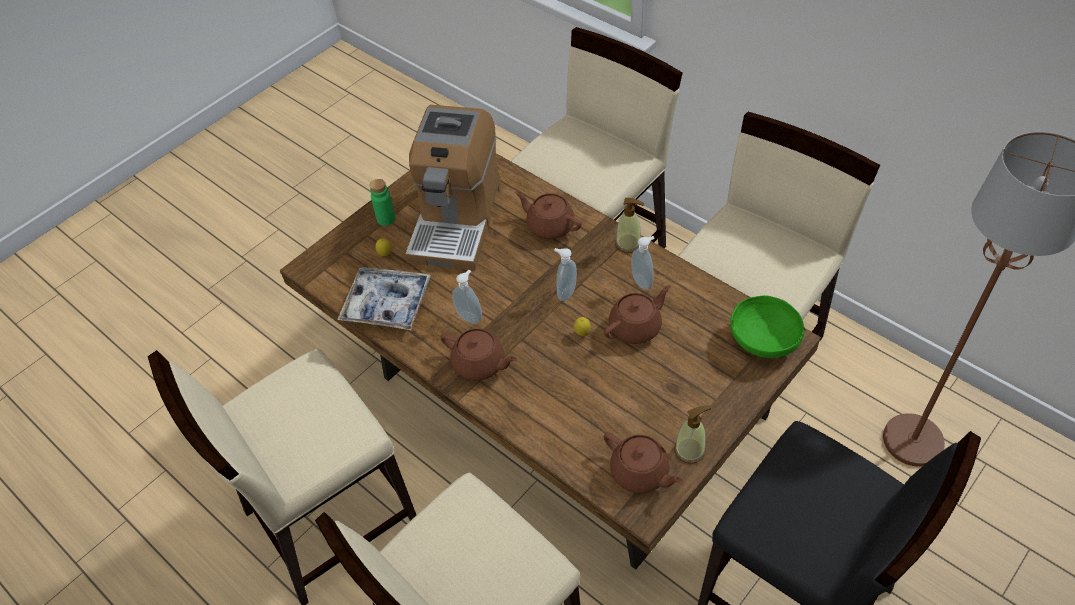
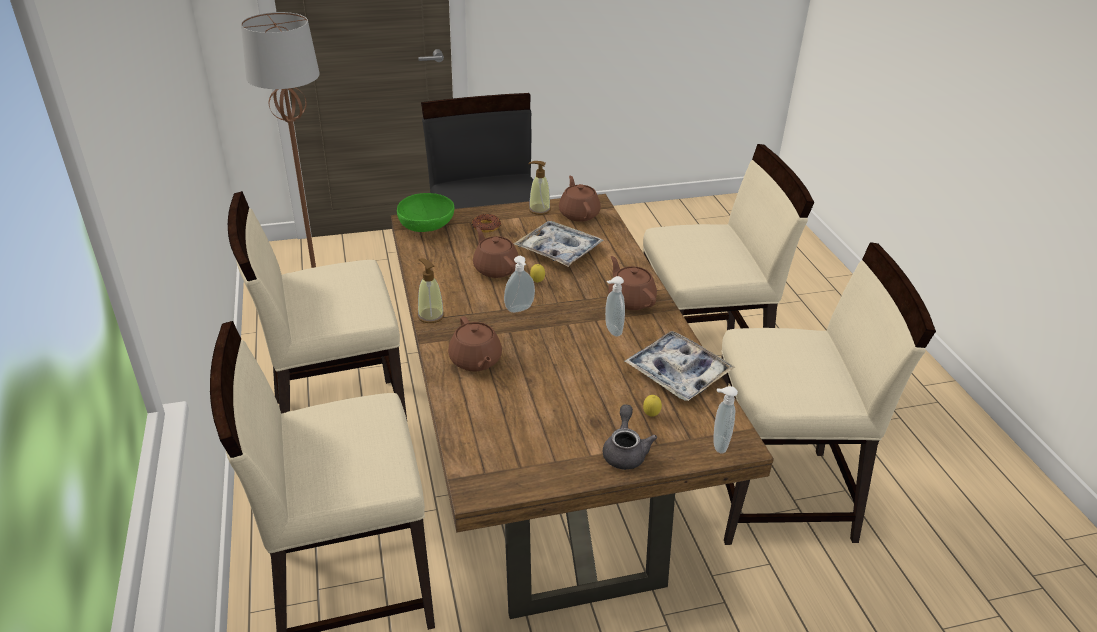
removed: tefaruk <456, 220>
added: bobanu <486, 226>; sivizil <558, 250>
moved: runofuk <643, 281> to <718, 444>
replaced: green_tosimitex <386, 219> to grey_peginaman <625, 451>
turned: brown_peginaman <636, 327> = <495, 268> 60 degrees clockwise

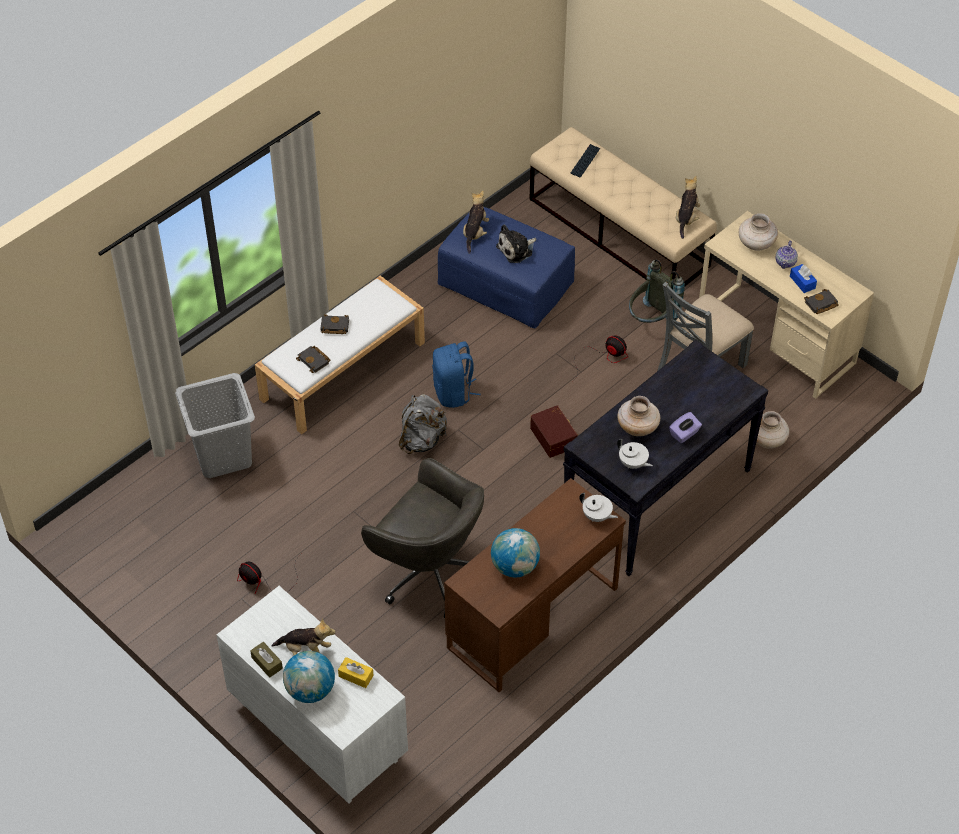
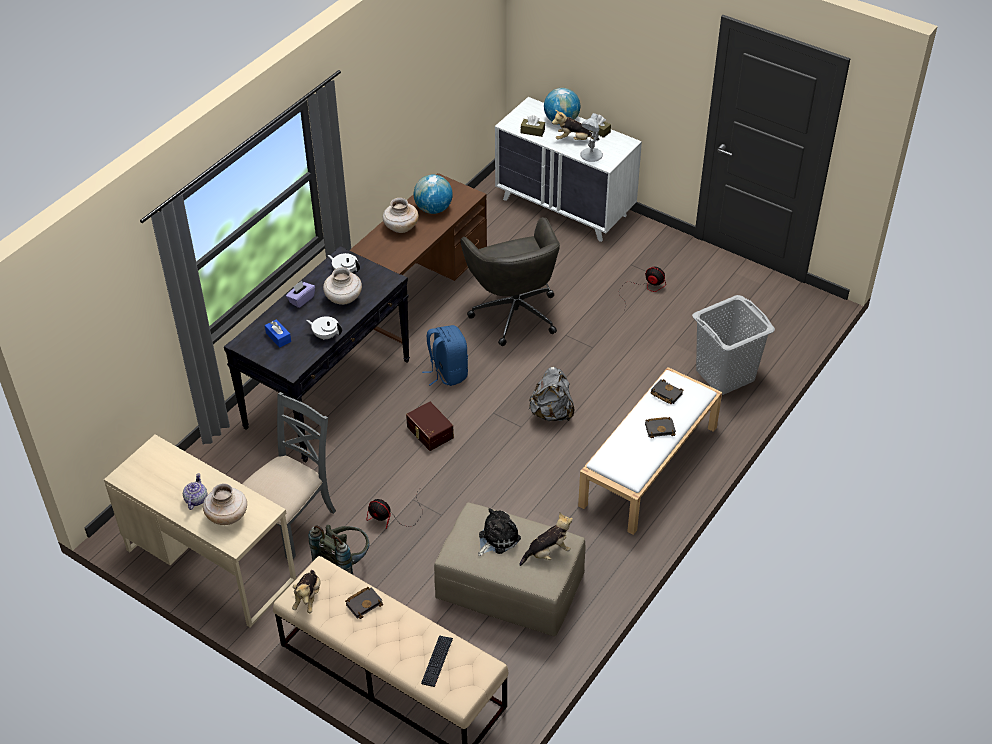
added: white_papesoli <591, 155>
moved: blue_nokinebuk <802, 282> to <278, 337>; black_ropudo <820, 304> to <364, 603>; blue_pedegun <453, 393> to <447, 373>; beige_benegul <767, 440> to <401, 228>; white_peginaman <597, 516> to <326, 335>
recoloured: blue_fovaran <506, 284> to beige_fovaran <510, 586>; yellow_nokinebuk <356, 676> to brown_nokinebuk <532, 131>
turned: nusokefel <475, 233> = <548, 553> 120 degrees counterclockwise; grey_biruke <429, 572> = <514, 312> 135 degrees counterclockwise

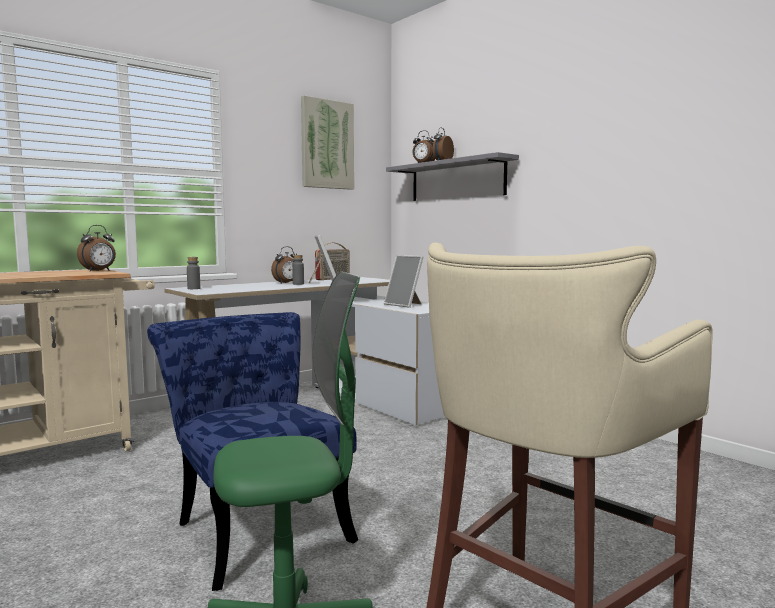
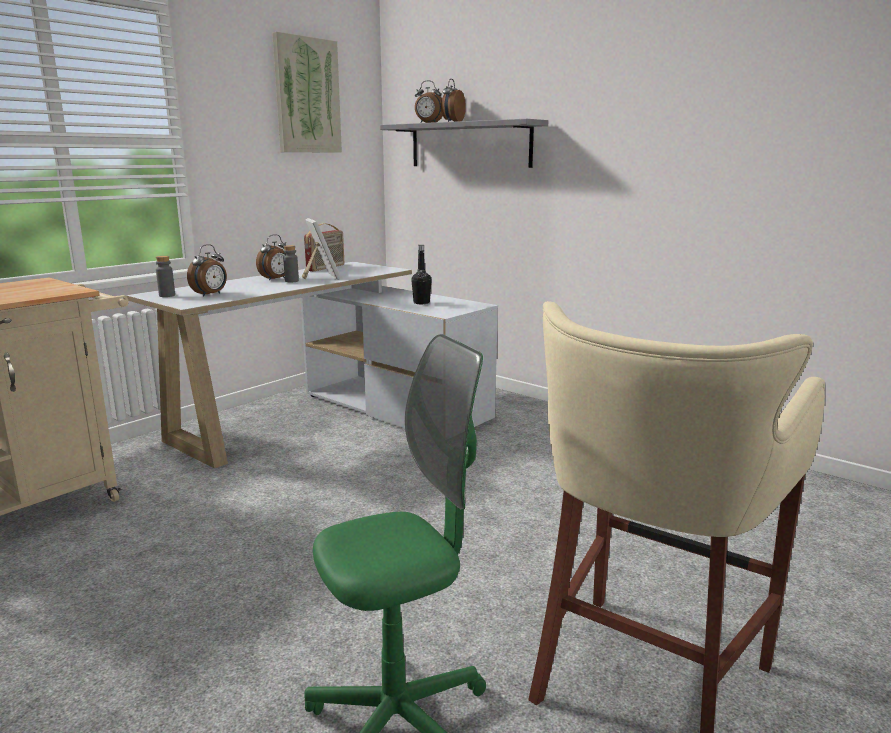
removed: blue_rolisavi <256, 527>
moved: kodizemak <99, 271> to <210, 294>
replaced: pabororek <405, 305> to black_tosimitex <421, 303>

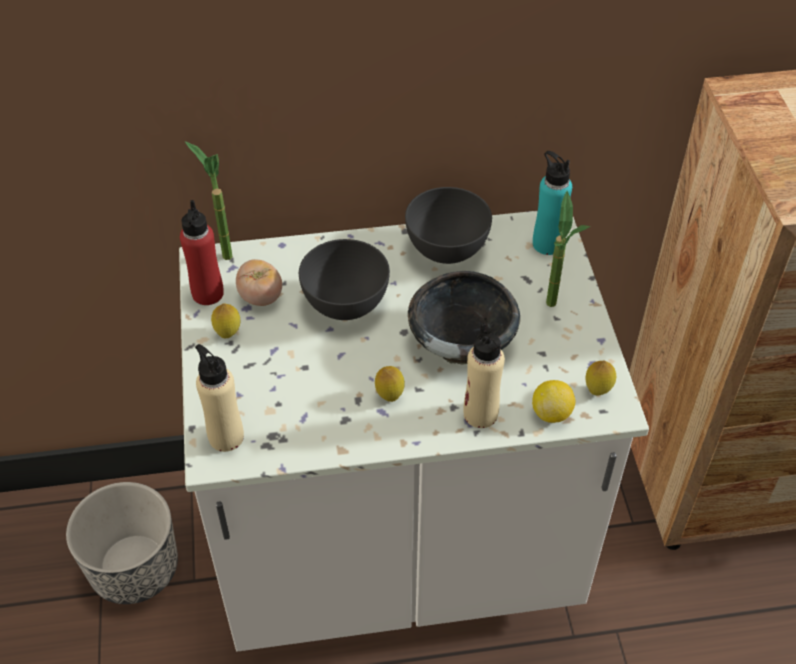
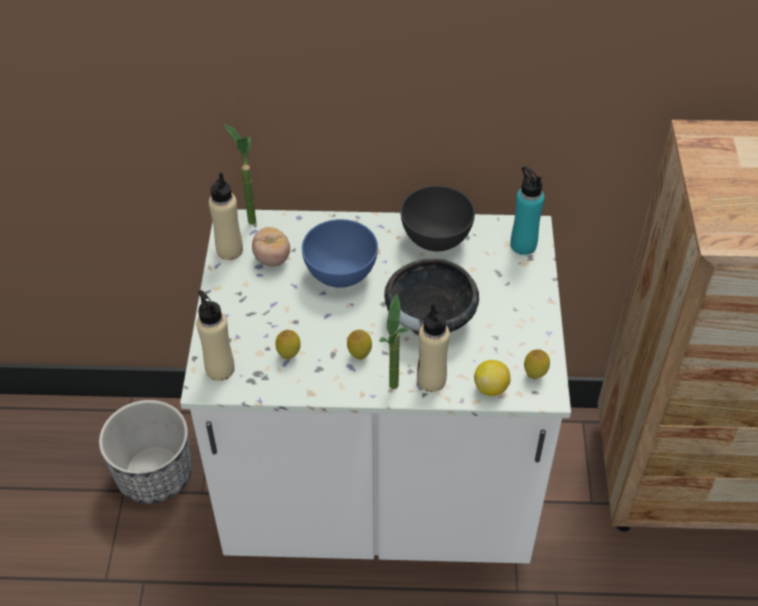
moved: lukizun <555, 311> to <395, 393>; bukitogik <228, 333> to <289, 355>
recoloured: red_tosimitex <207, 293> to beige_tosimitex <229, 250>; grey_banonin <345, 304> to blue_banonin <340, 274>

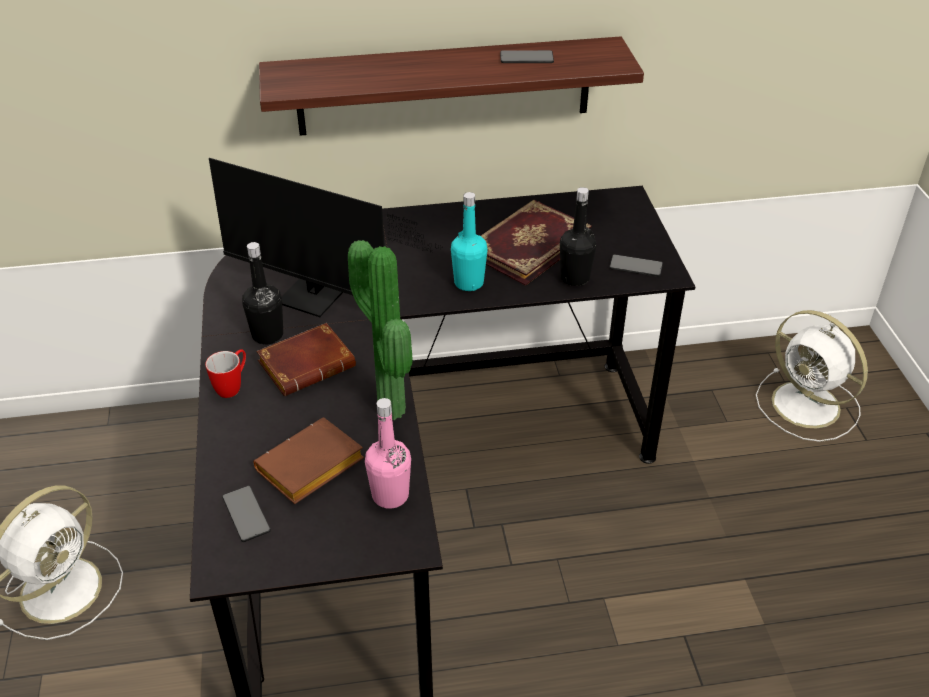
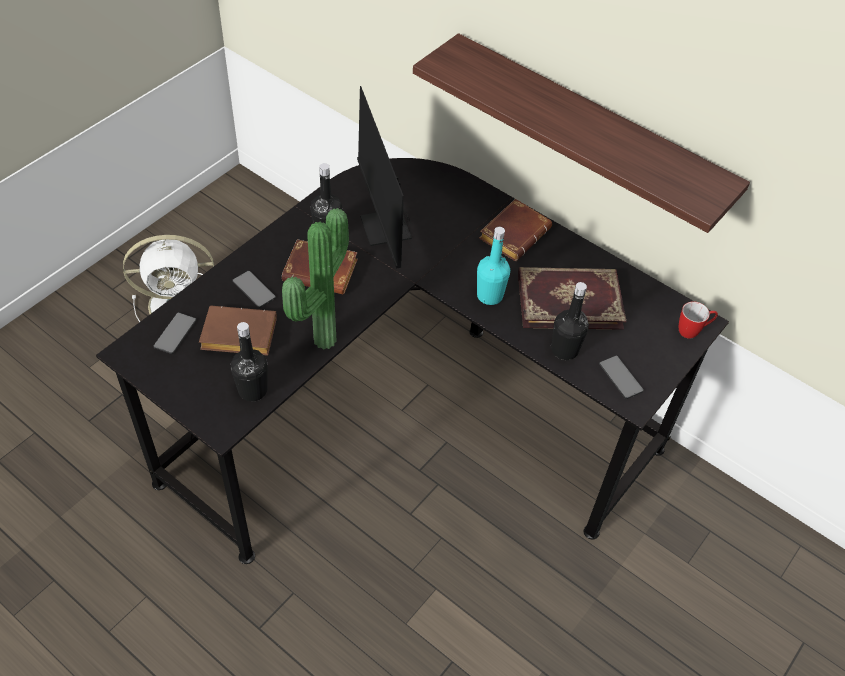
removed: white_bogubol <808, 406>
added: brown_ropudo <514, 233>
moved: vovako <526, 58> to <254, 290>; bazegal <233, 386> to <693, 331>
recoloured: pink_tosimitex <390, 495> to black_tosimitex <253, 390>

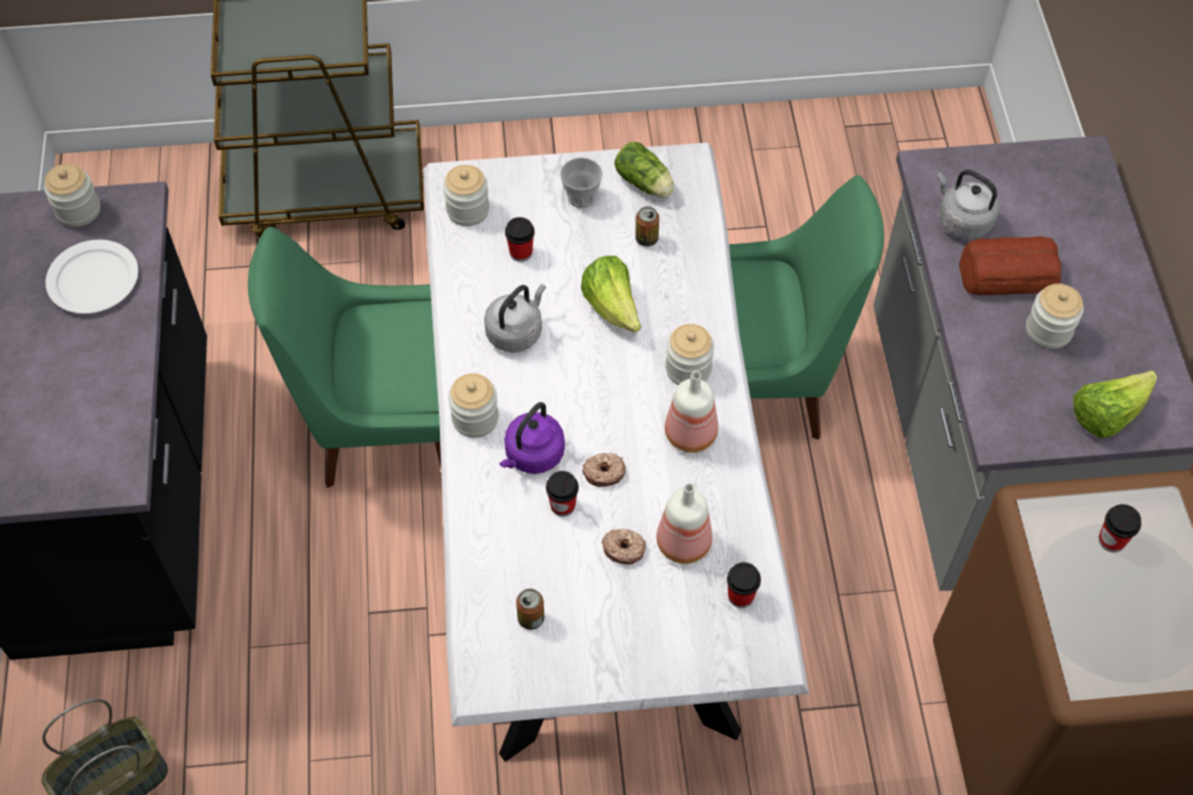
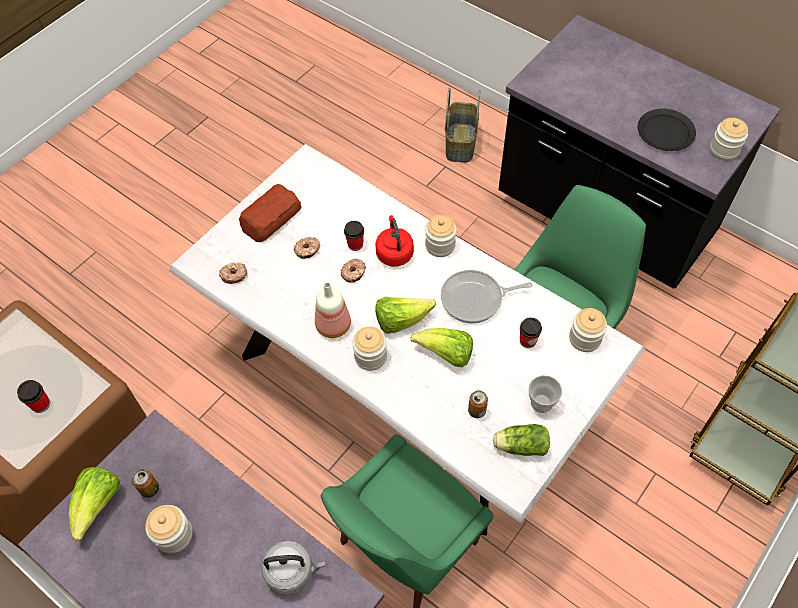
removed: tosimitex <685, 544>
added: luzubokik <401, 321>
moved: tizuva <1006, 274> to <272, 218>; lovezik <531, 618> to <149, 489>
replaced: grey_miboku <516, 331> to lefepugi <475, 299>; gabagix <740, 596> to bobanu <234, 275>
recoloured: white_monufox <93, 280> to black_monufox <665, 132>; purple_miboku <532, 456> to red_miboku <394, 252>

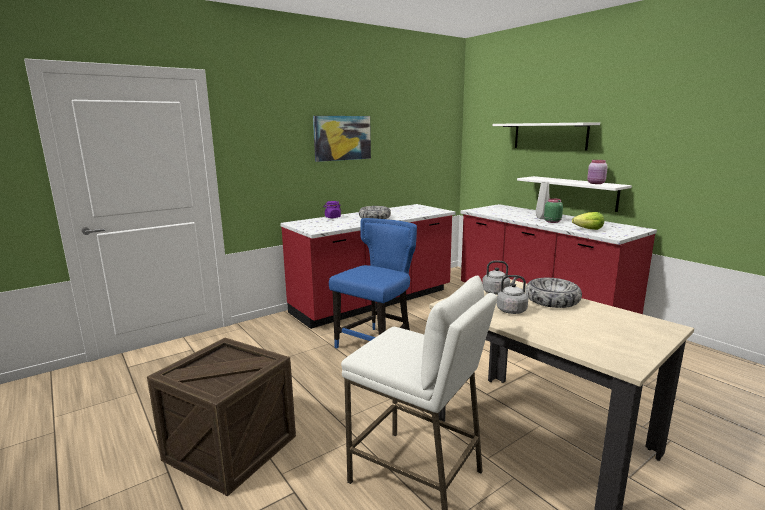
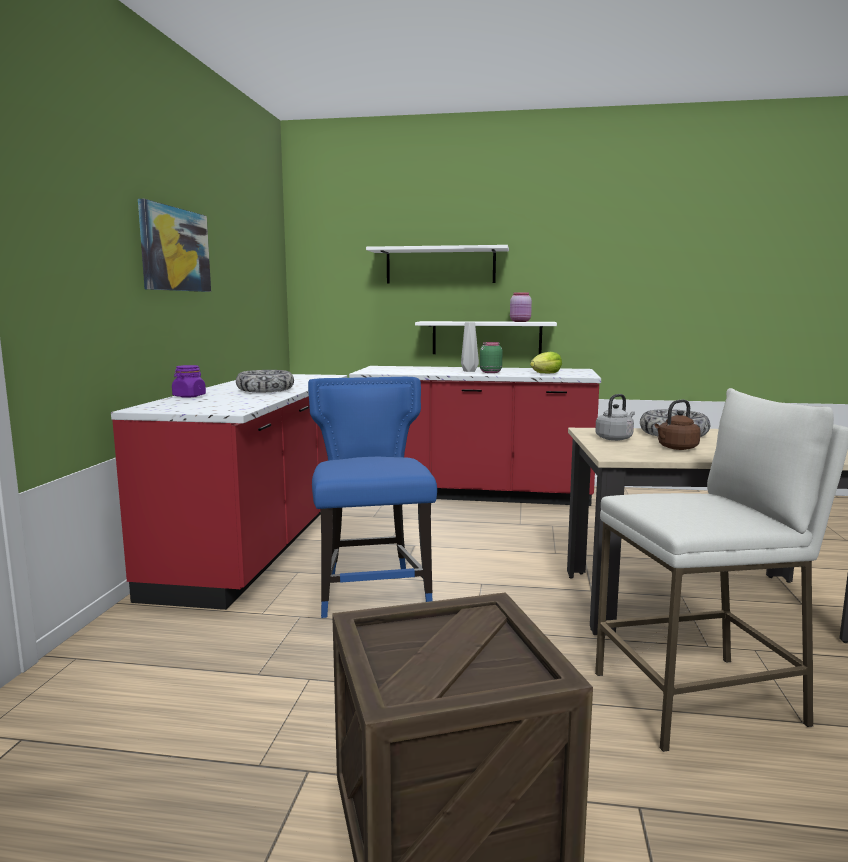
recoloured: grey_miboku <509, 310> to brown_miboku <676, 448>

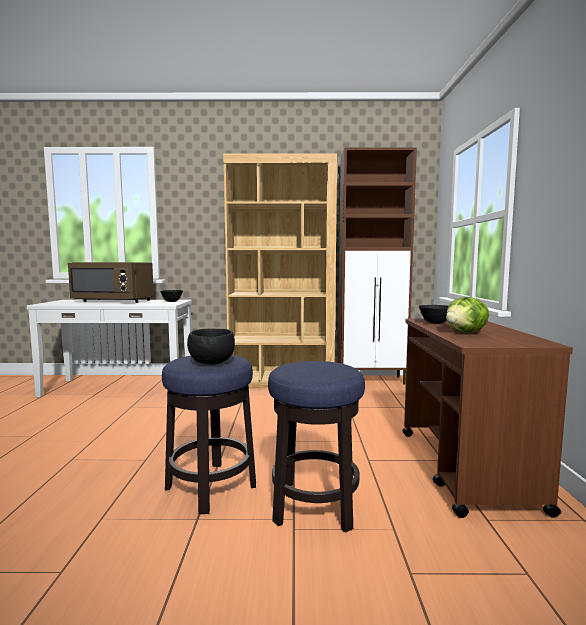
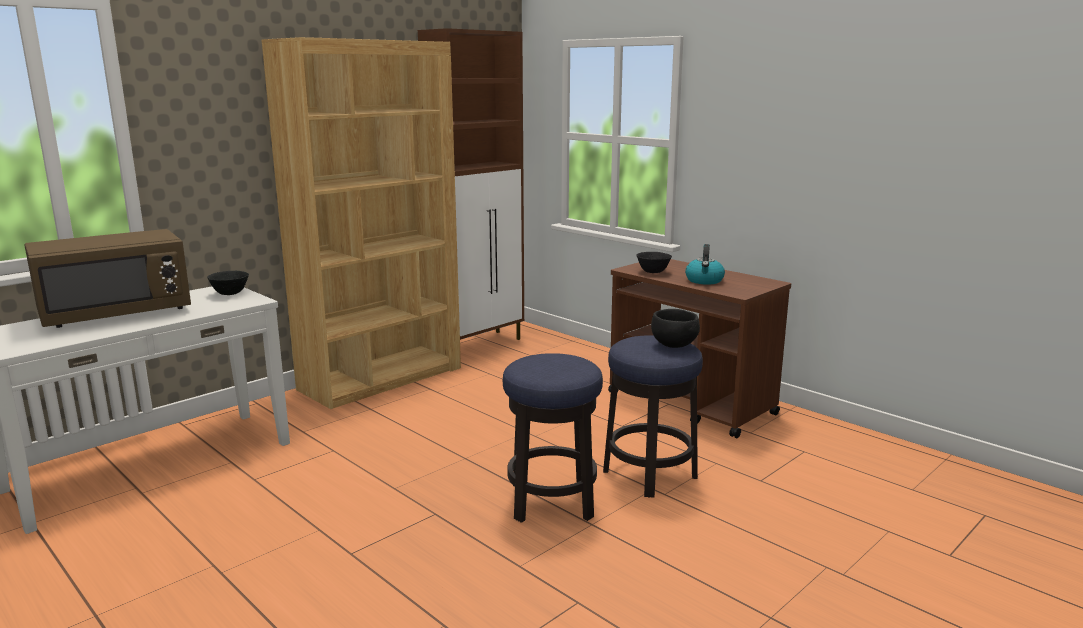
moved: black_banonin <211, 363> to <674, 345>
replaced: luzubokik <466, 332> to miboku <704, 281>

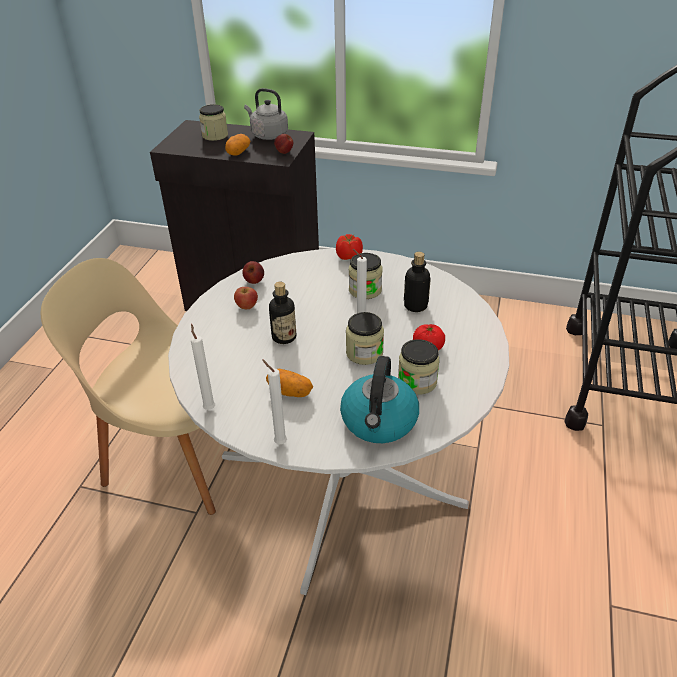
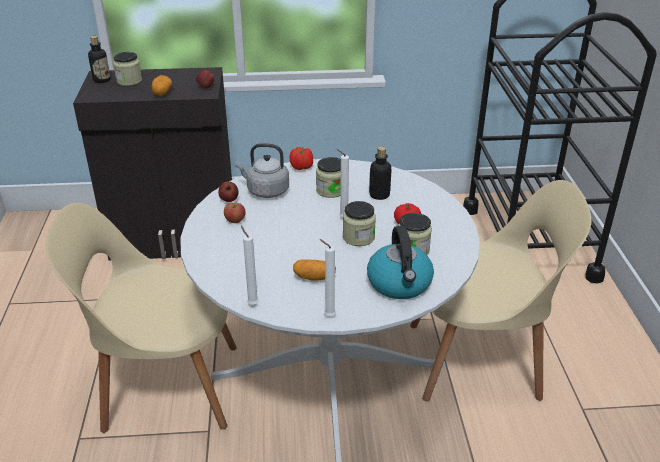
added: beige_rolisavi <480, 360>
moved: grey_miboku <267, 135> to <265, 191>; tosimitex <284, 337> to <102, 80>

